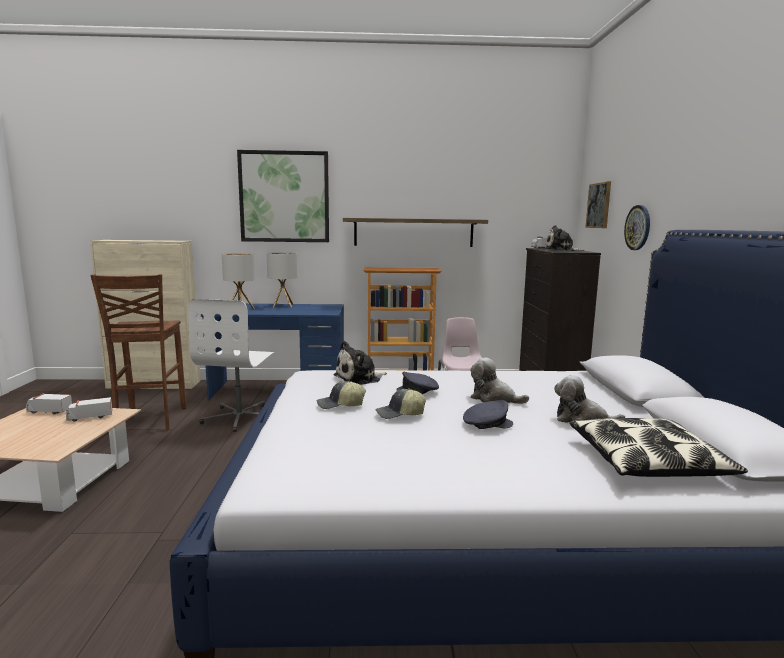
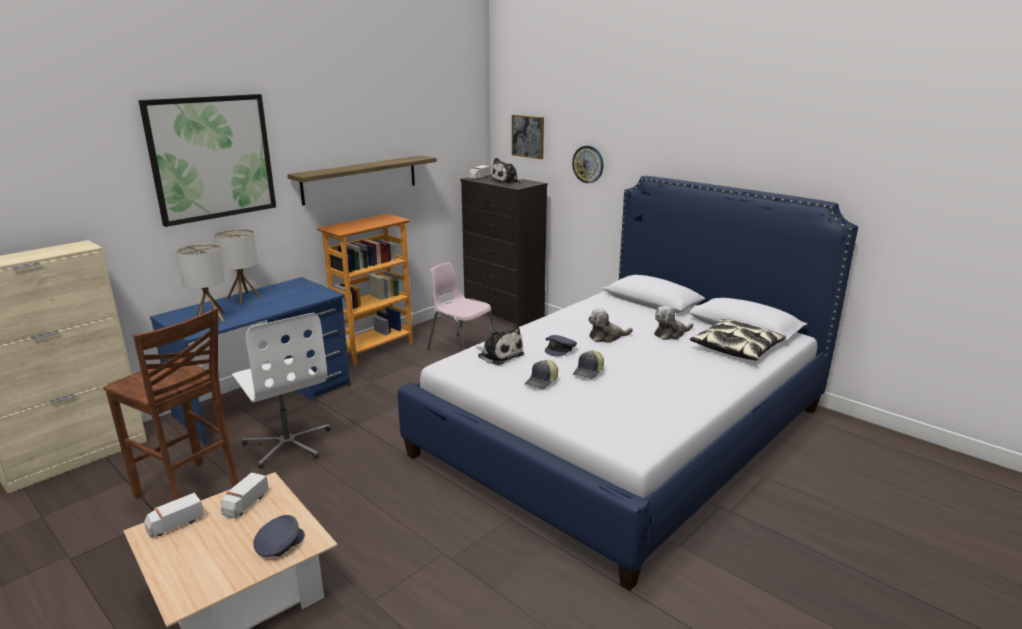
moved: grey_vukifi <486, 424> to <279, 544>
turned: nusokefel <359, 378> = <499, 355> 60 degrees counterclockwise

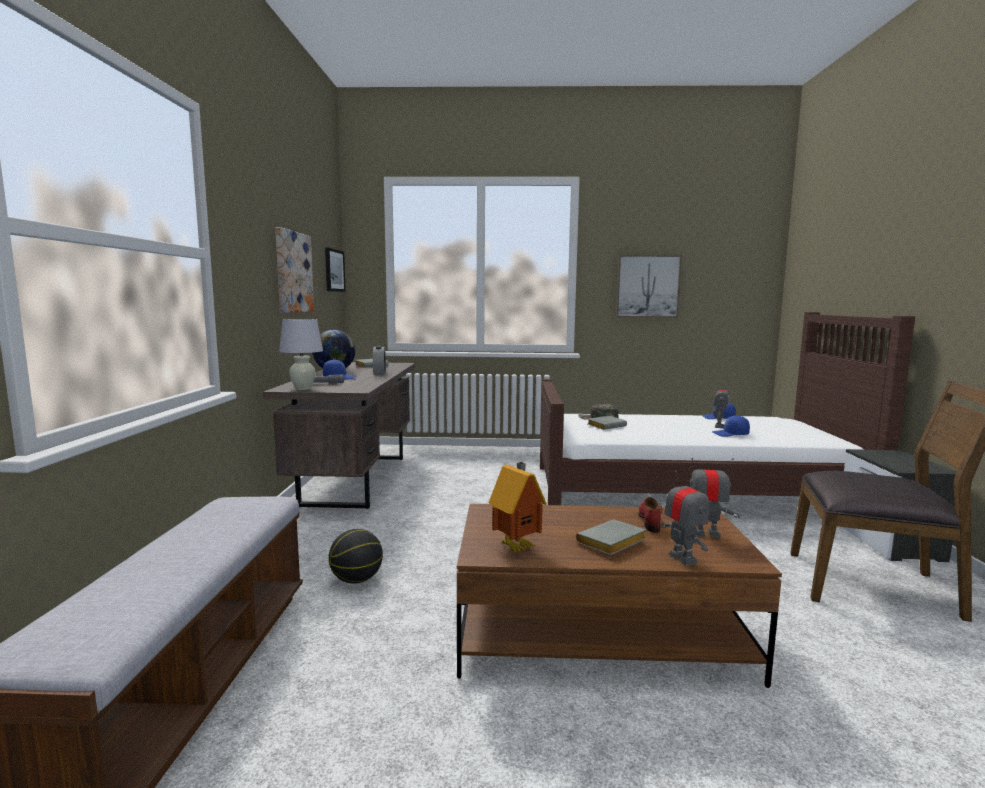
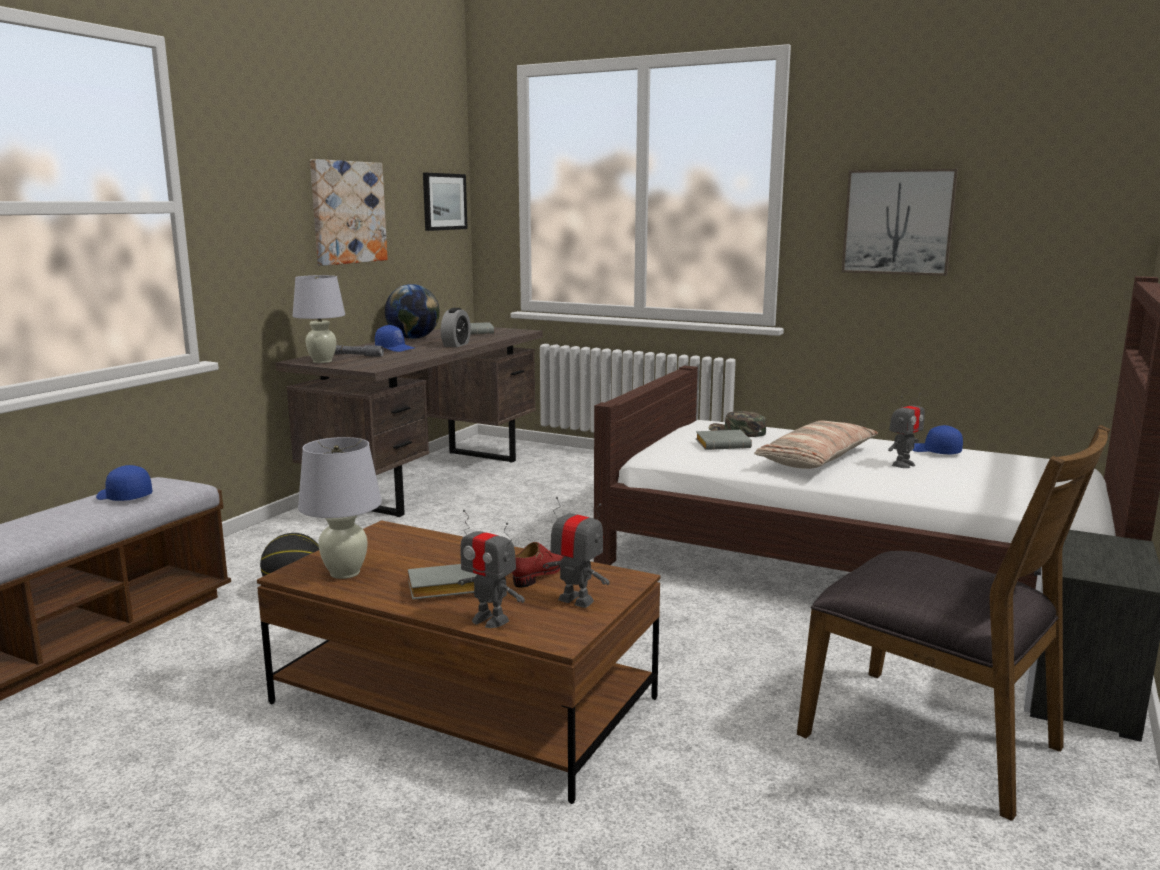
added: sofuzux <818, 459>
moved: blue_vukifi <730, 434> to <123, 497>
replaced: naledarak <518, 546> to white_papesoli <344, 573>
turned: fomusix <682, 559> = <490, 620> 120 degrees clockwise

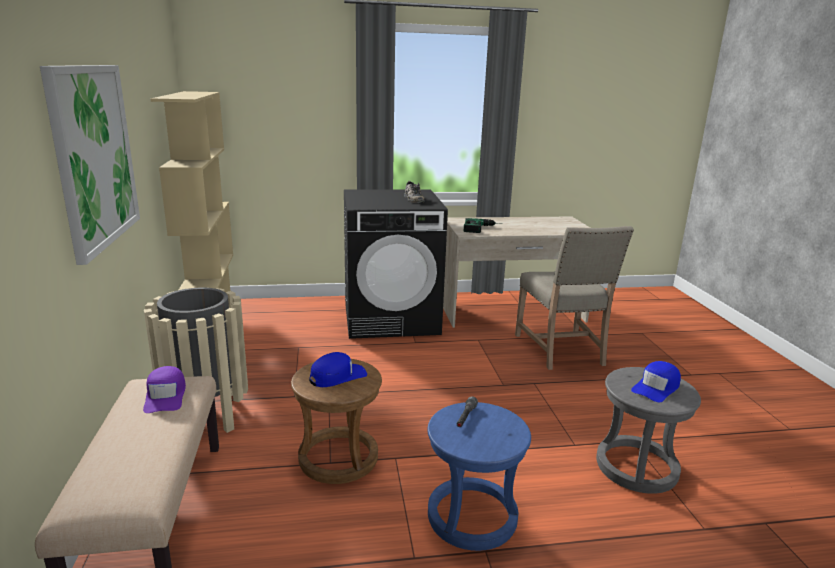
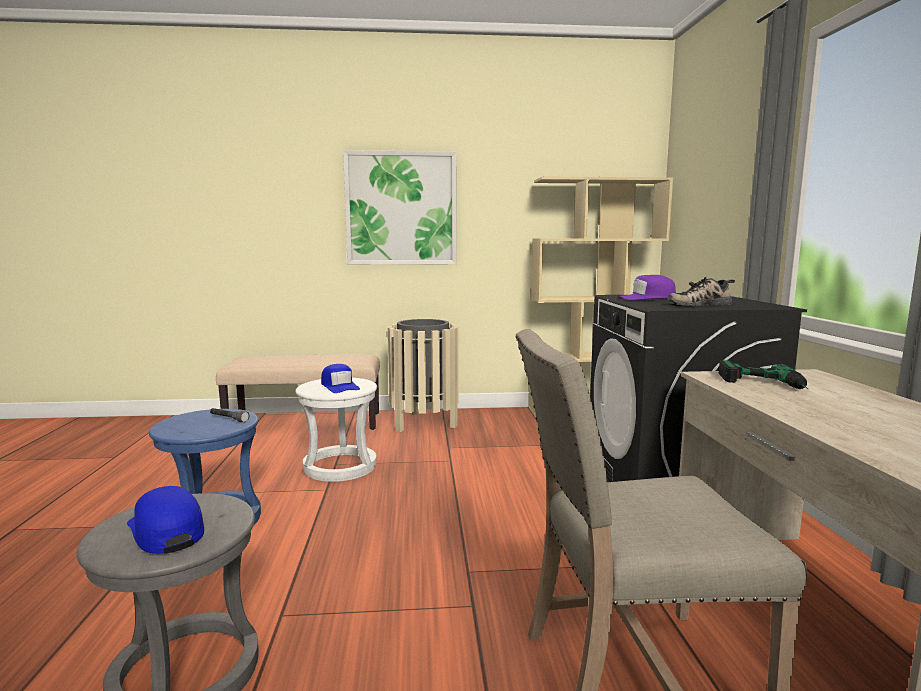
moved: purple_vukifi <166, 396> to <647, 298>
recoloured: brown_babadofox <338, 458> to white_babadofox <339, 466>

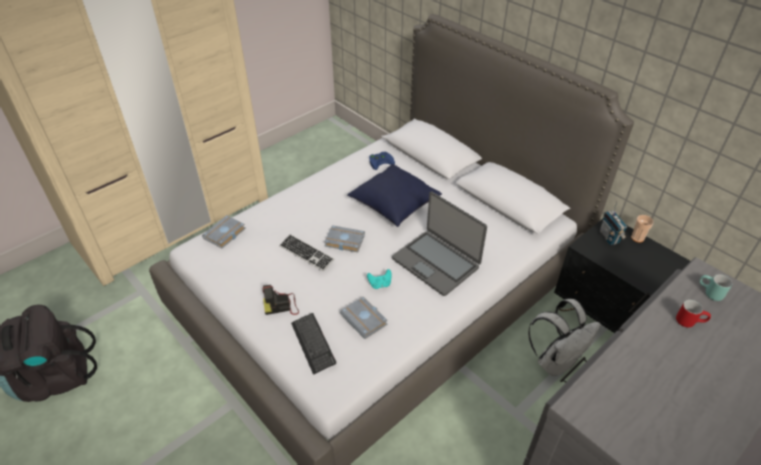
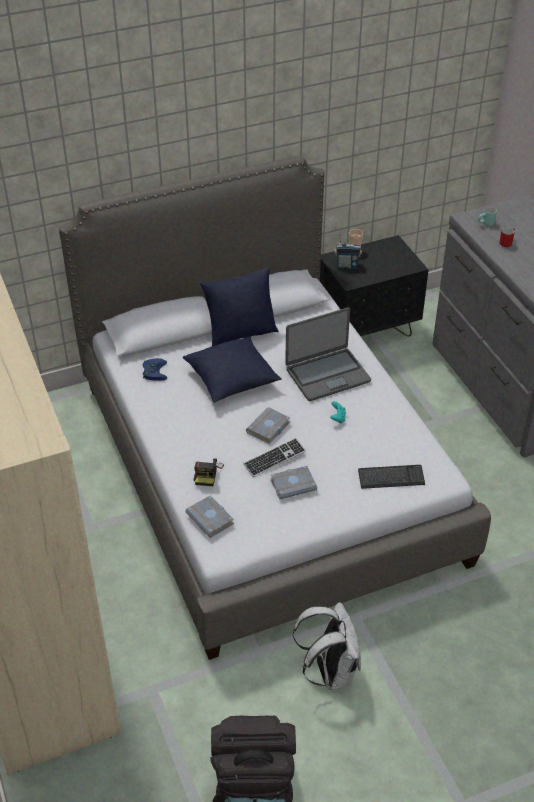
added: blue_sofuzux <240, 334>
moved: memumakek <282, 306> to <207, 473>; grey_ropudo <365, 319> to <293, 484>; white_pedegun <556, 361> to <330, 671>

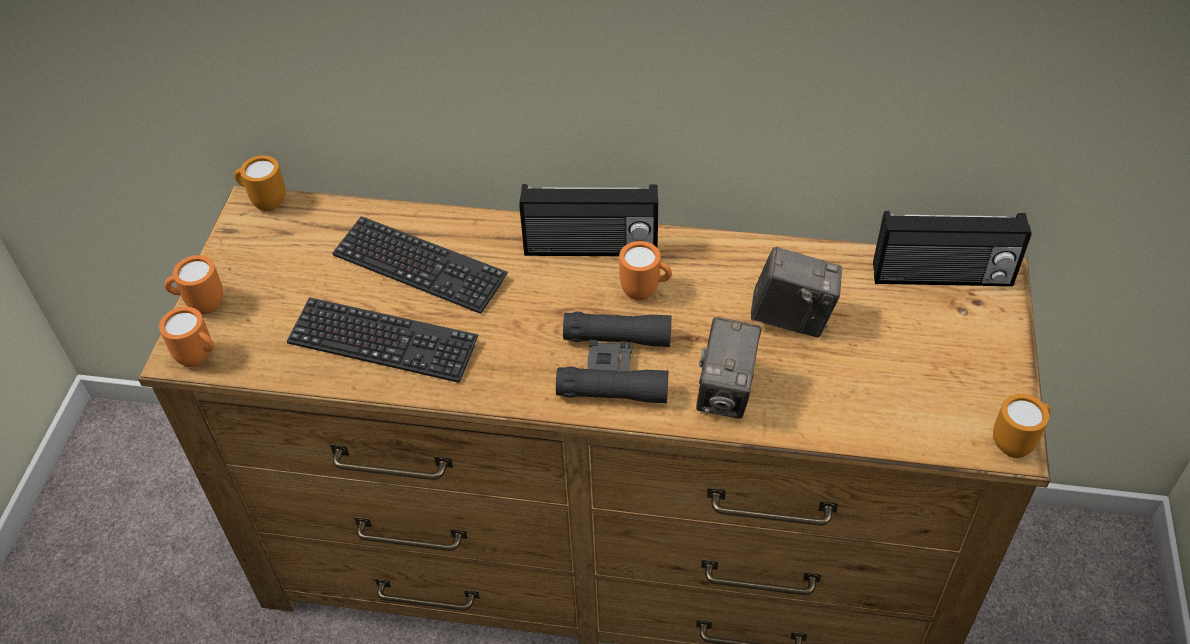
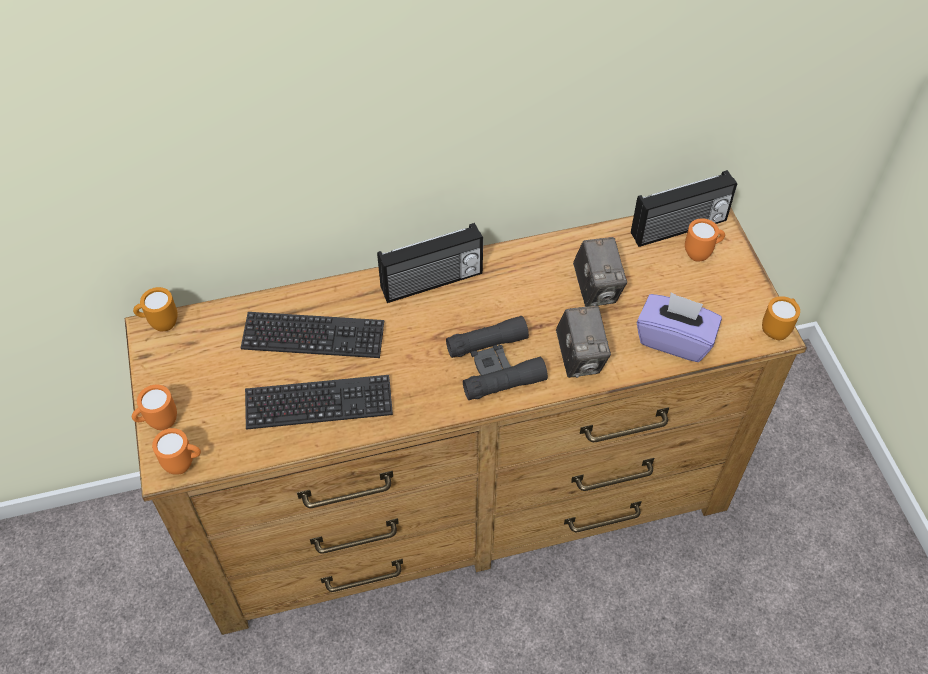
added: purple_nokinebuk <674, 339>
moved: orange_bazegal <645, 291> to <701, 253>
turned: memumakek <792, 317> = <596, 289> 90 degrees clockwise

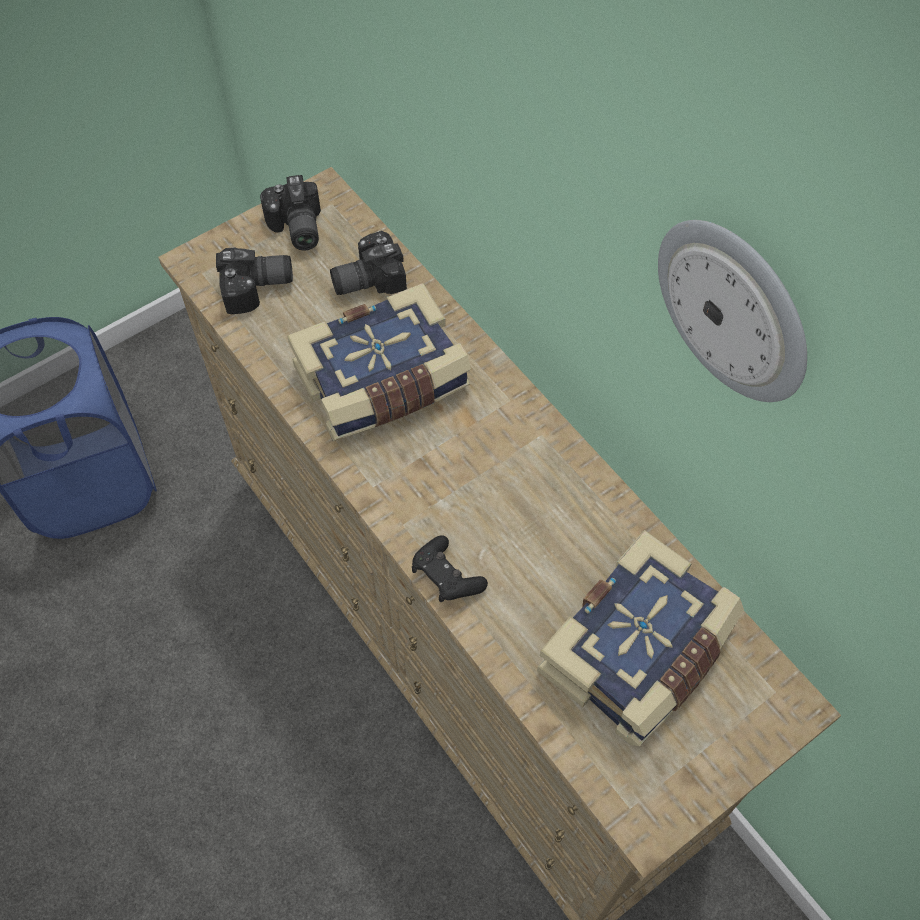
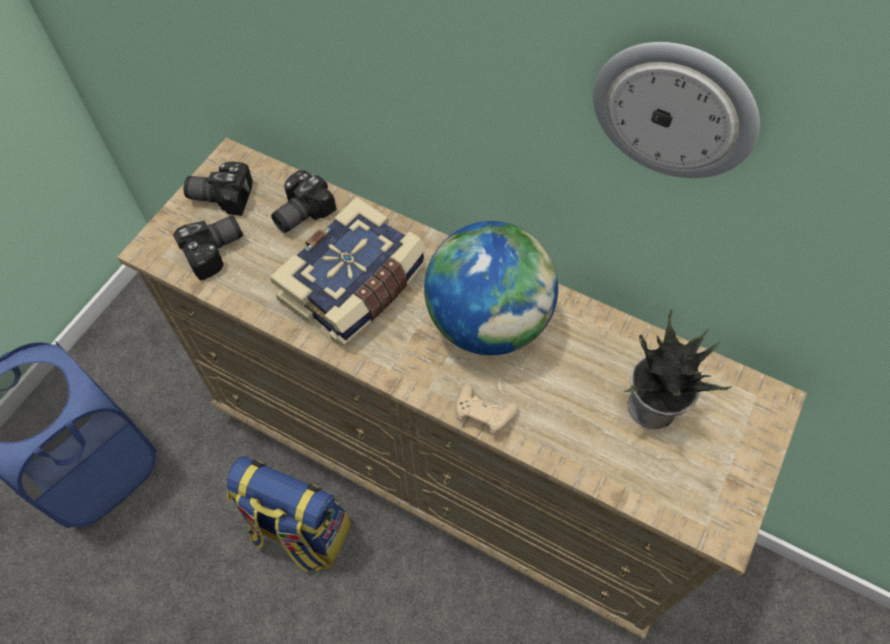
added: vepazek <488, 322>; pedegun <299, 531>
replaced: ropudo <639, 652> to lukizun <651, 409>
recoloured: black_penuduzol <446, 577> to beige_penuduzol <483, 414>
turned: memumakek <295, 229> = <222, 194> 135 degrees clockwise

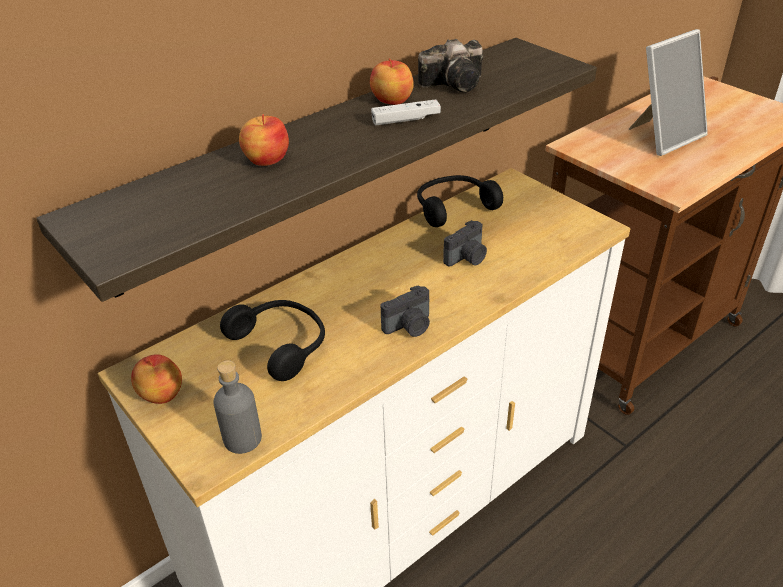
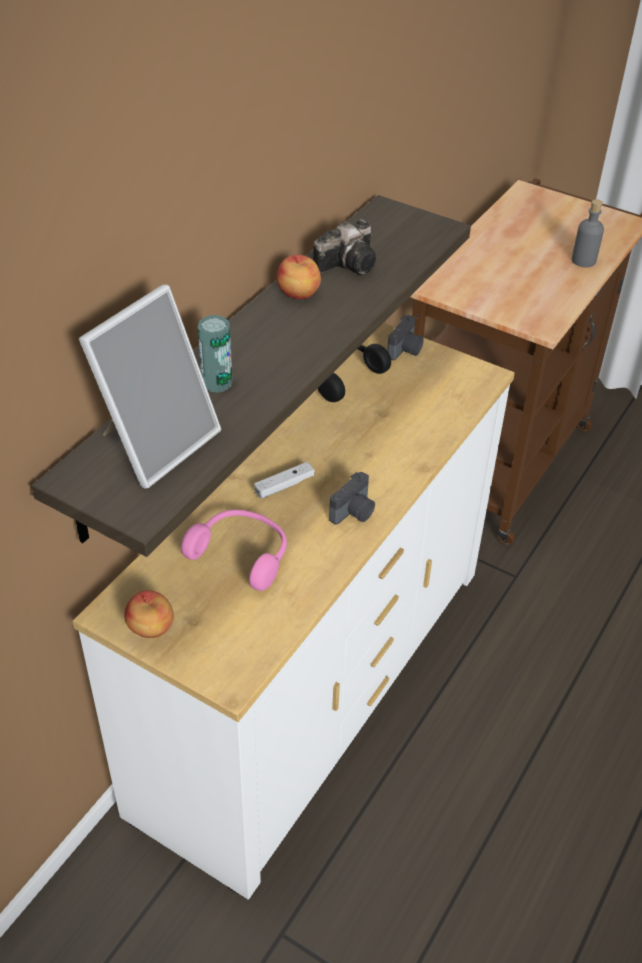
moved: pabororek <663, 136> to <156, 443>; white_penuduzol <406, 119> to <284, 485>; memumakek <467, 258> to <406, 350>; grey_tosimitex <242, 439> to <583, 260>
replaced: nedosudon <266, 159> to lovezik <217, 383>
recoloured: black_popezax <282, 344> to pink_popezax <242, 554>

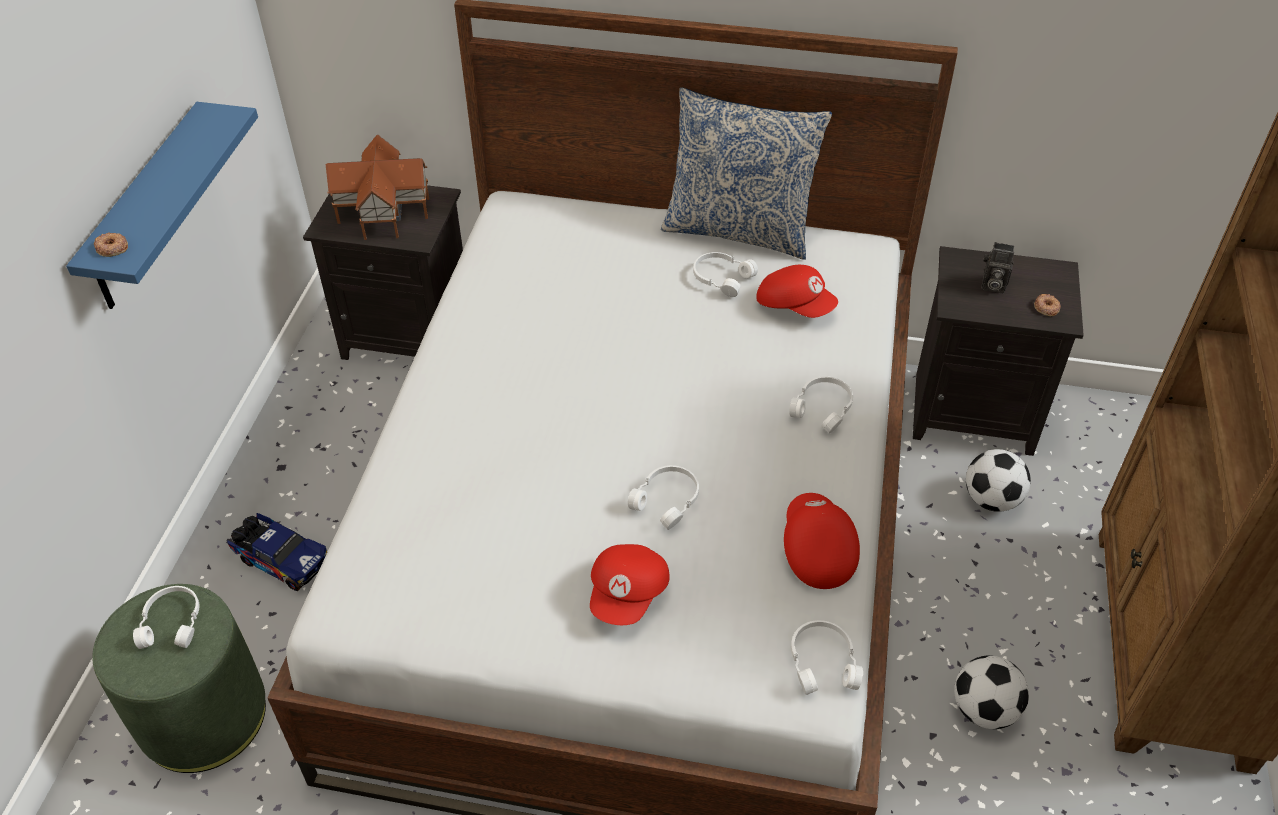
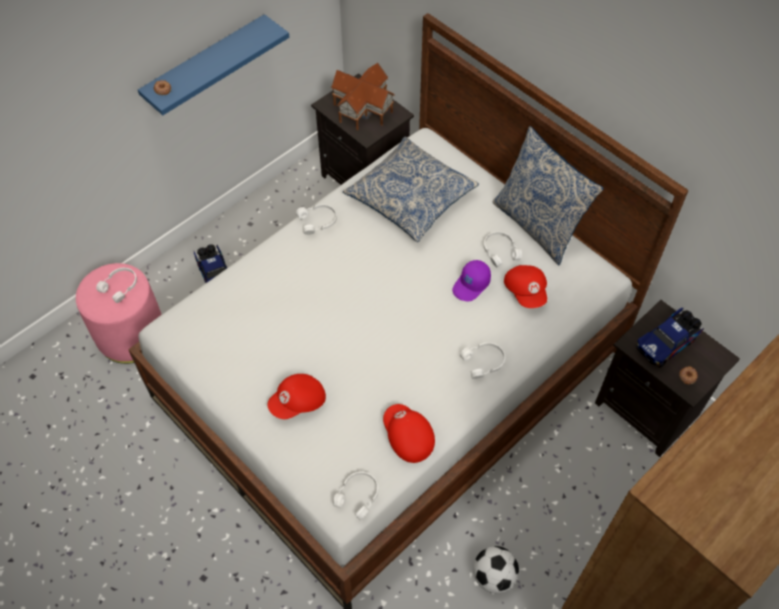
removed: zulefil <991, 499>
added: sofuzux <411, 197>; purple_vukifi <471, 285>
moved: white_popezax <668, 500> to <318, 222>
replaced: memumakek <991, 285> to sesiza <667, 343>
recoloured: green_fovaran <203, 716> to pink_fovaran <131, 334>
turned: red_vukifi <816, 550> = <407, 438> 60 degrees counterclockwise

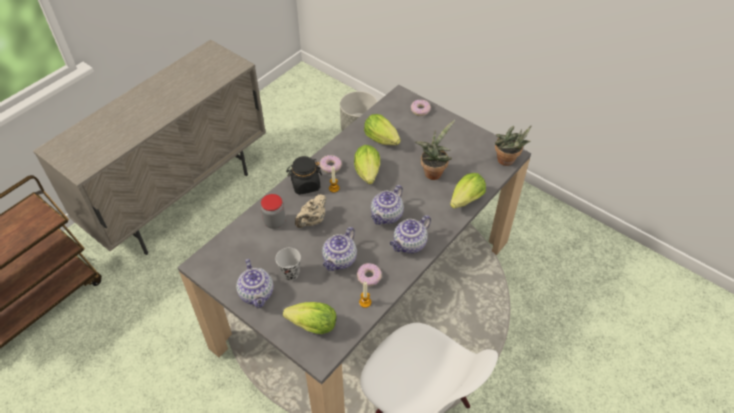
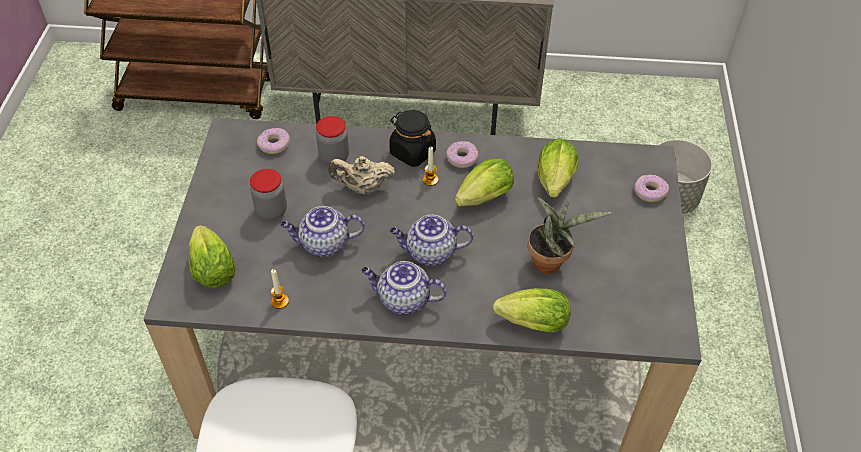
removed: lukizun <507, 162>; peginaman <257, 294>
moved: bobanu <369, 277> to <274, 145>
replaced: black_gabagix <290, 273> to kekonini <271, 211>

